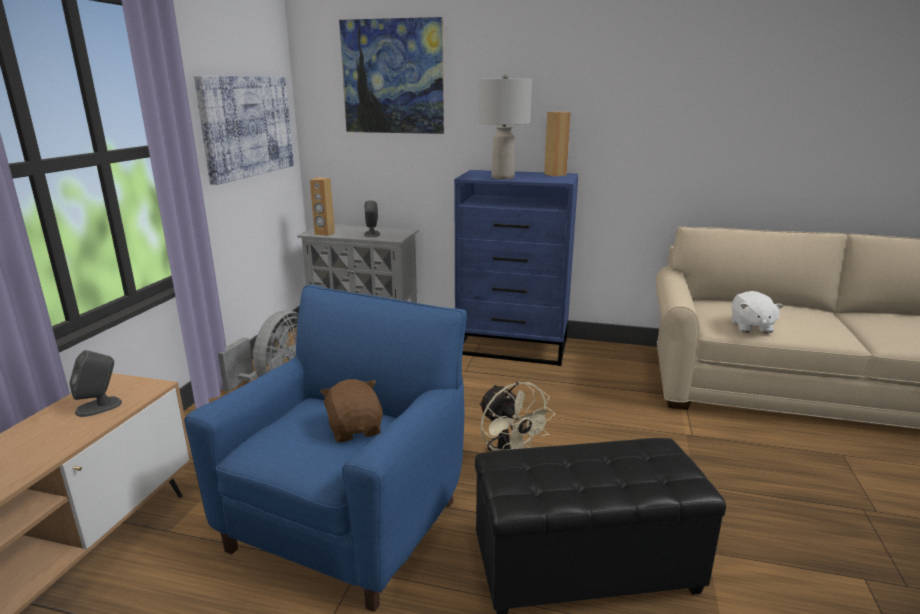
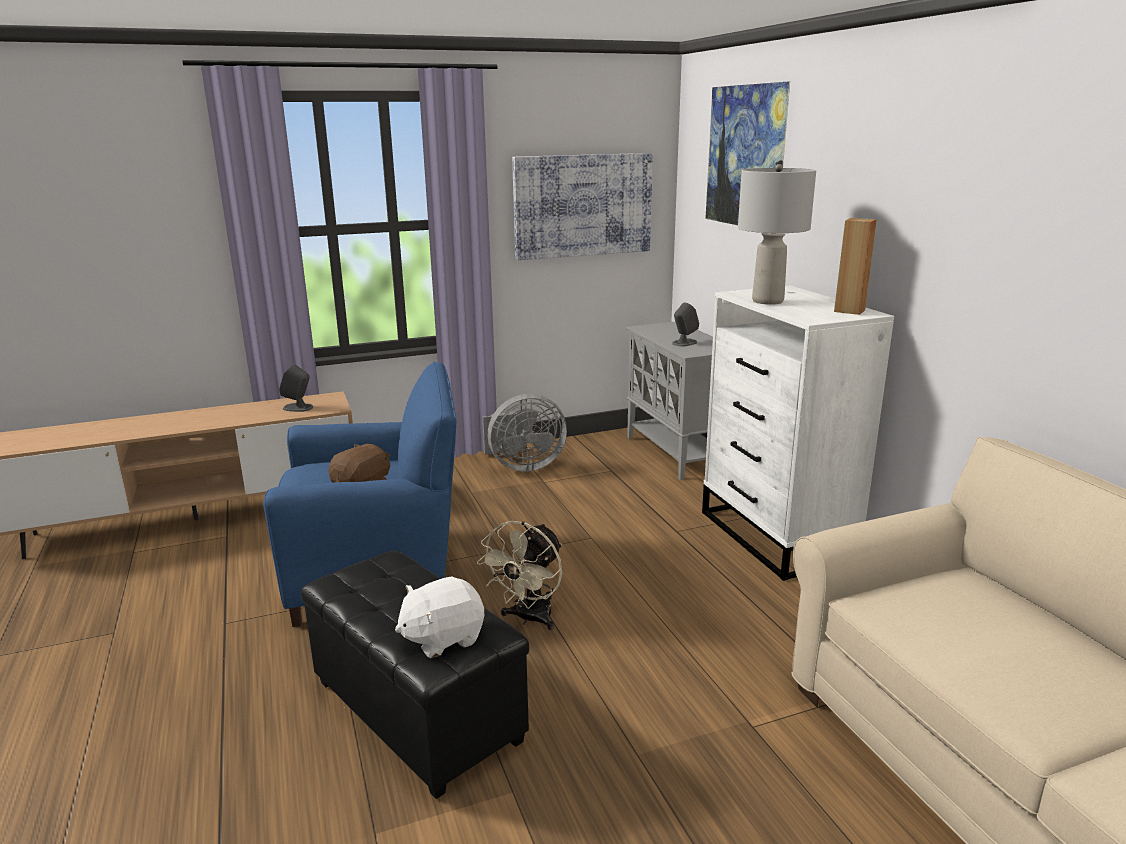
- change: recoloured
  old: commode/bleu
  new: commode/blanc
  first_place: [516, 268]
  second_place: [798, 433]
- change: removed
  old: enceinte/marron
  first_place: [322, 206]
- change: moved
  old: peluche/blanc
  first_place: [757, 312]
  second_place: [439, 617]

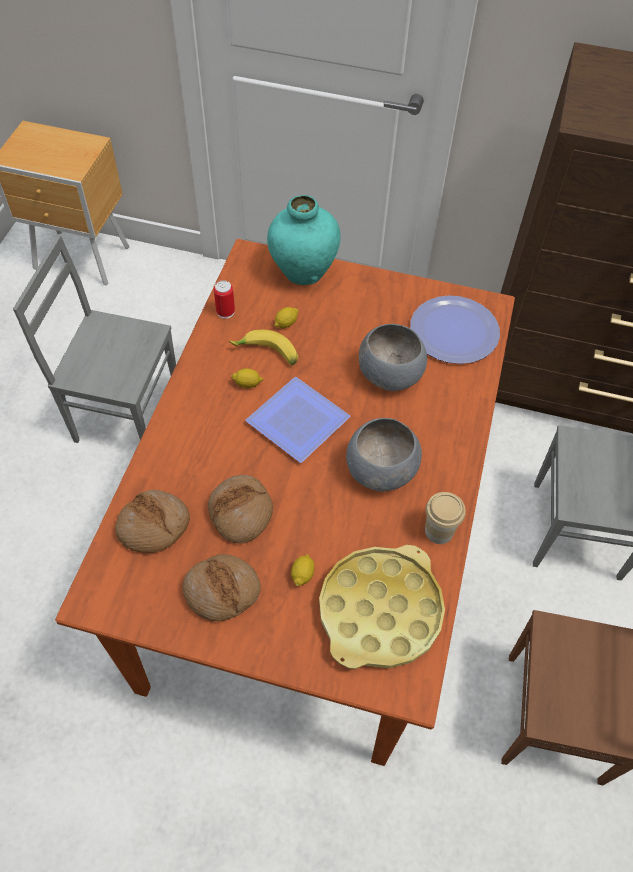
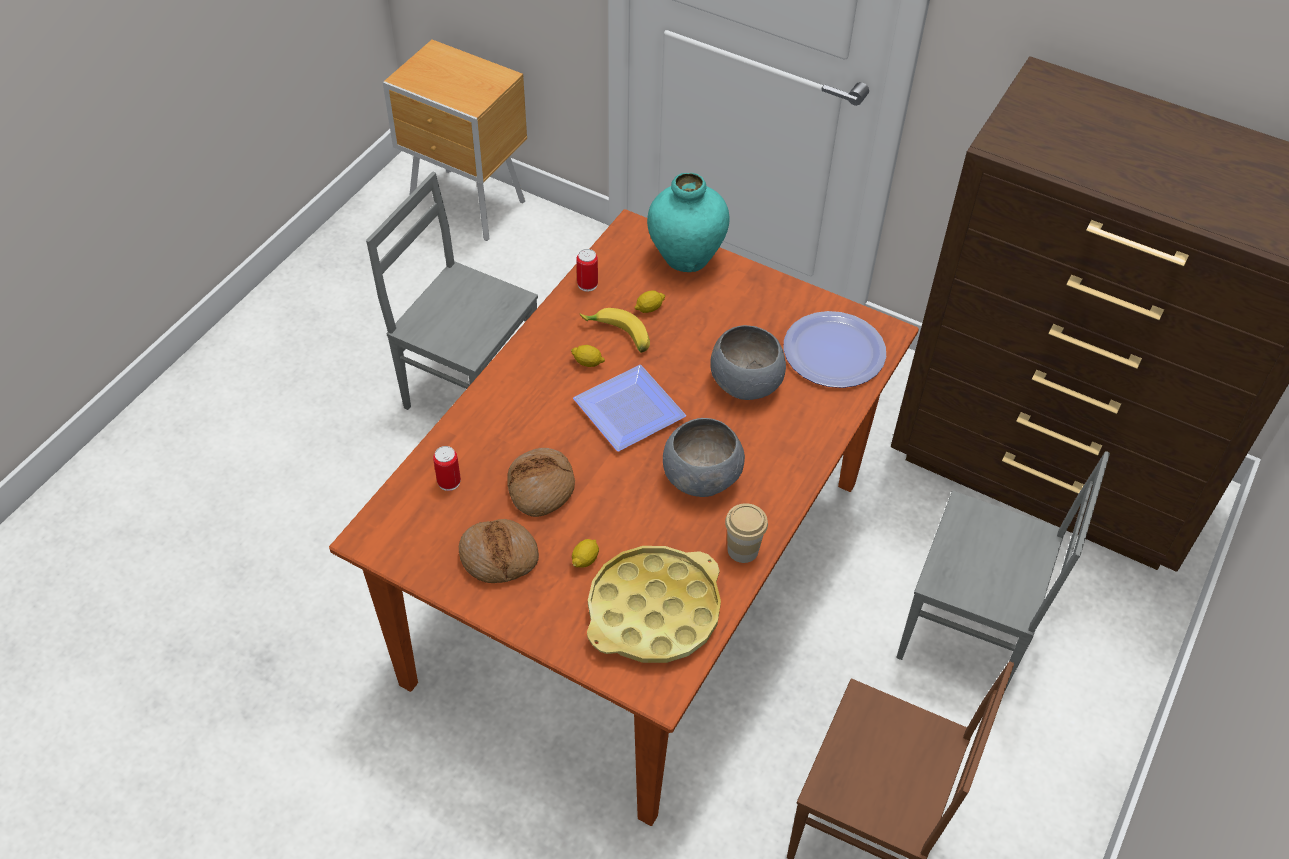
- change: replaced
  old: pain
  new: boîte métallique
  first_place: [152, 521]
  second_place: [447, 468]

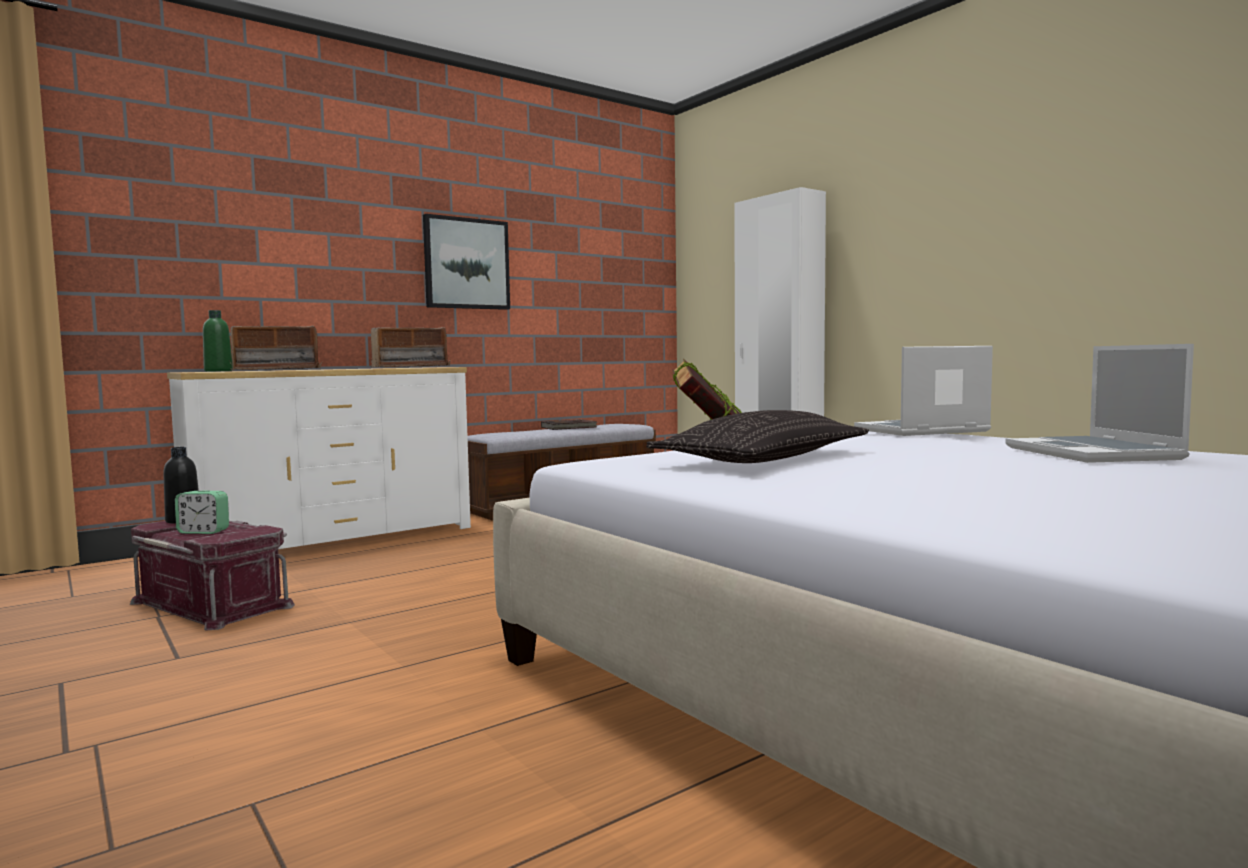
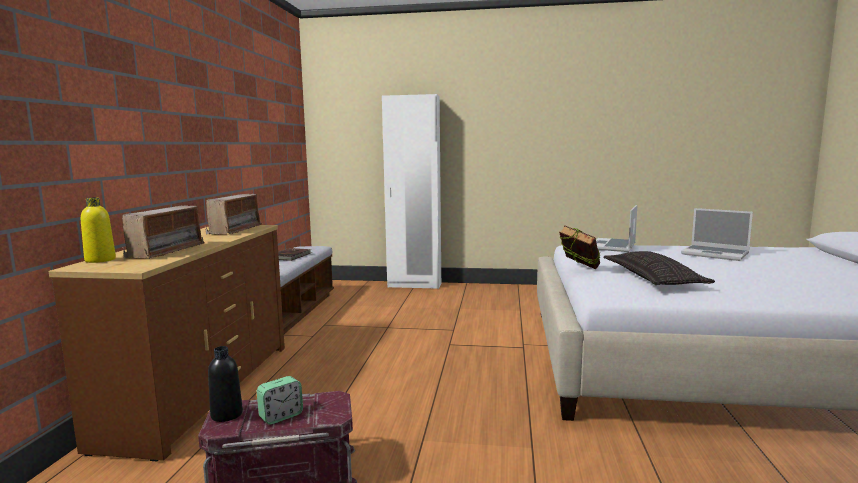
- change: removed
  old: tableau
  first_place: [466, 262]
- change: recoloured
  old: bouteille/vert
  new: bouteille/jaune
  first_place: [218, 341]
  second_place: [98, 230]
- change: recoloured
  old: commode/blanc
  new: commode/marron
  first_place: [319, 458]
  second_place: [166, 343]

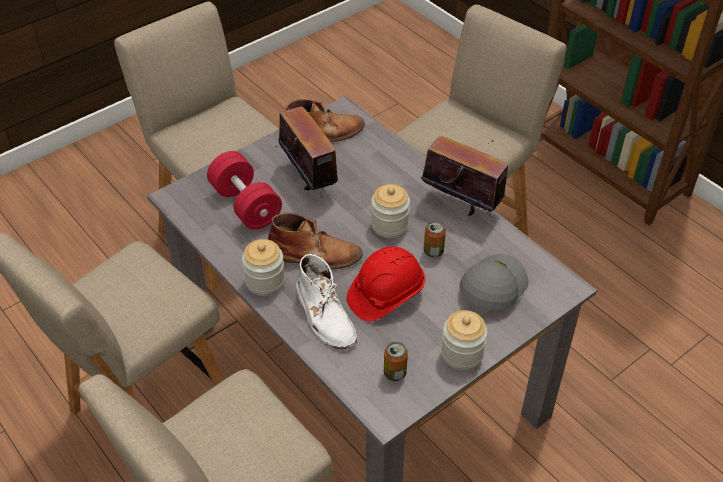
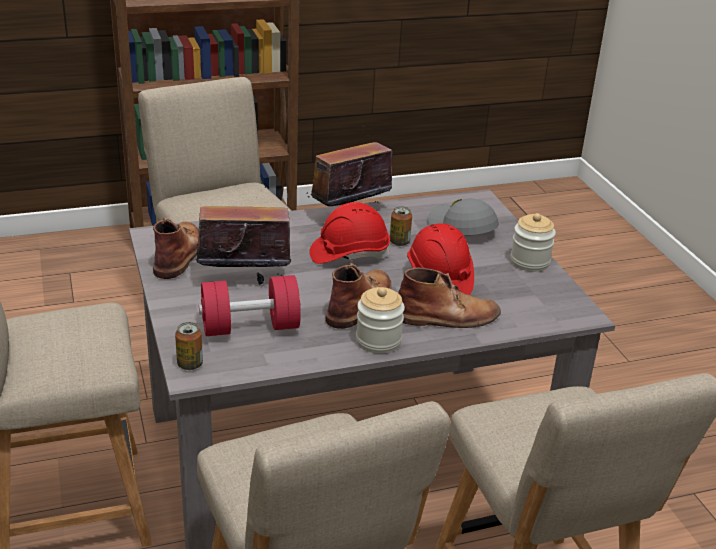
- change: replaced
  old: bocal
  new: casque de chantier/rouge
  first_place: [390, 211]
  second_place: [349, 233]
- change: recoloured
  old: botte/blanc
  new: botte/marron
  first_place: [326, 301]
  second_place: [449, 297]
- change: moved
  old: boîte métallique
  first_place: [396, 361]
  second_place: [189, 346]

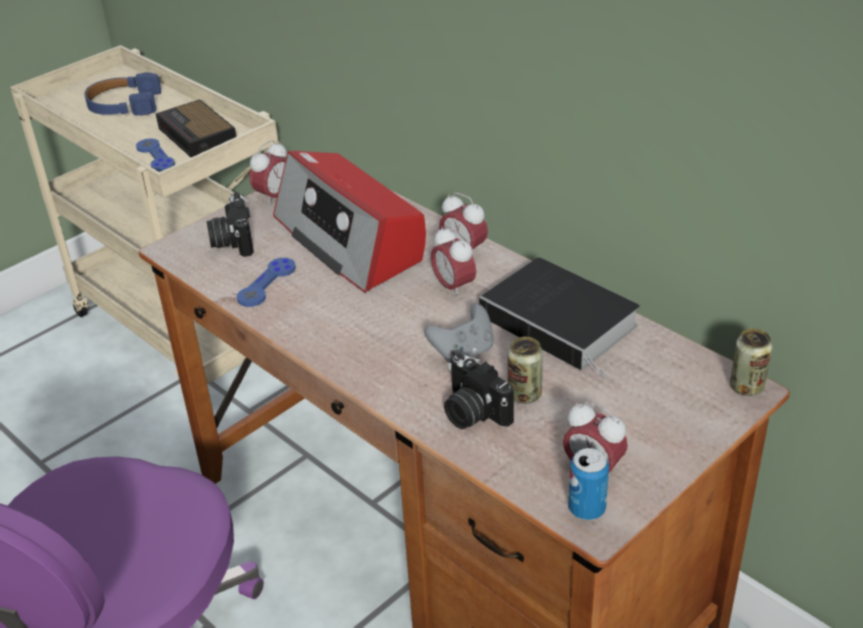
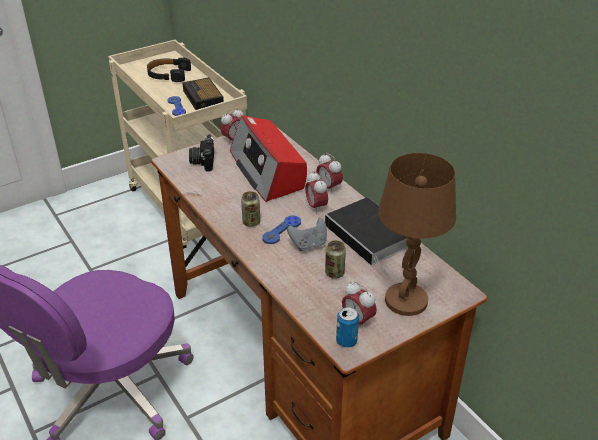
- change: recoloured
  old: casque audio/bleu
  new: casque audio/noir
  first_place: [122, 93]
  second_place: [169, 70]
- change: moved
  old: manette/bleu
  first_place: [266, 282]
  second_place: [281, 229]
- change: moved
  old: boîte métallique
  first_place: [751, 362]
  second_place: [250, 209]
- change: removed
  old: appareil photo
  first_place: [479, 391]
- change: added
  new: lampe de table/marron
  second_place: [417, 234]

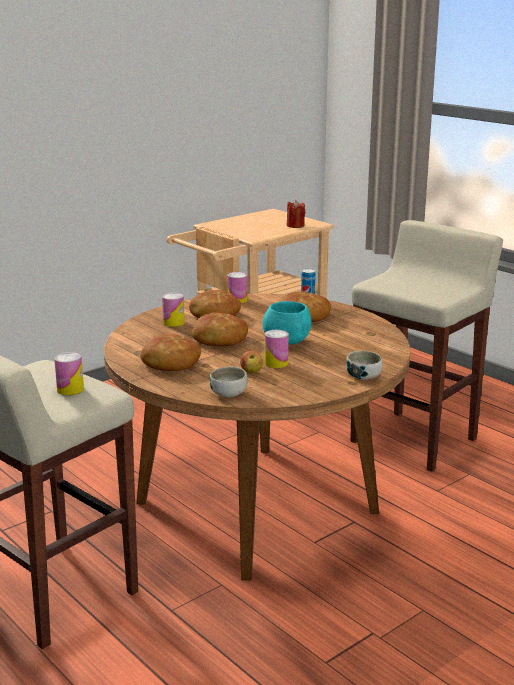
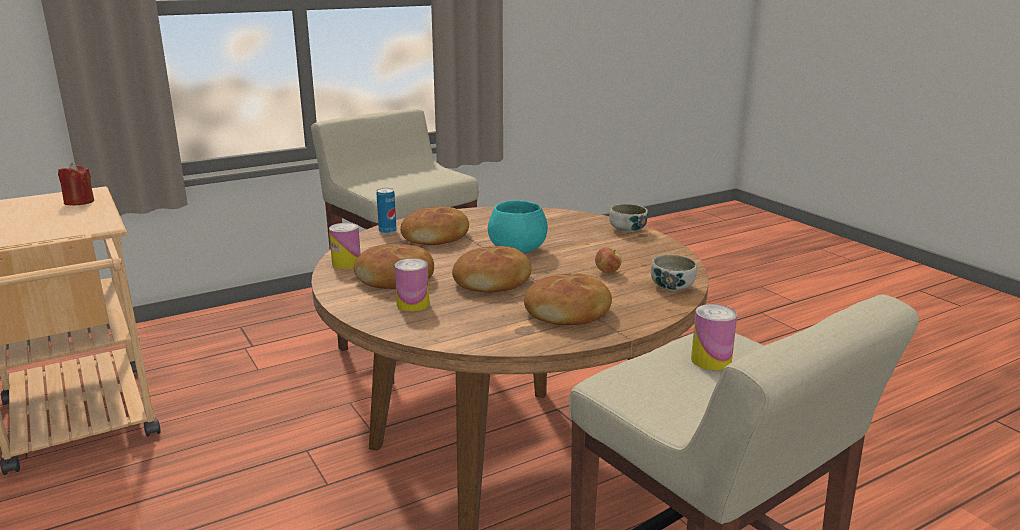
- change: removed
  old: boîte métallique
  first_place: [276, 349]

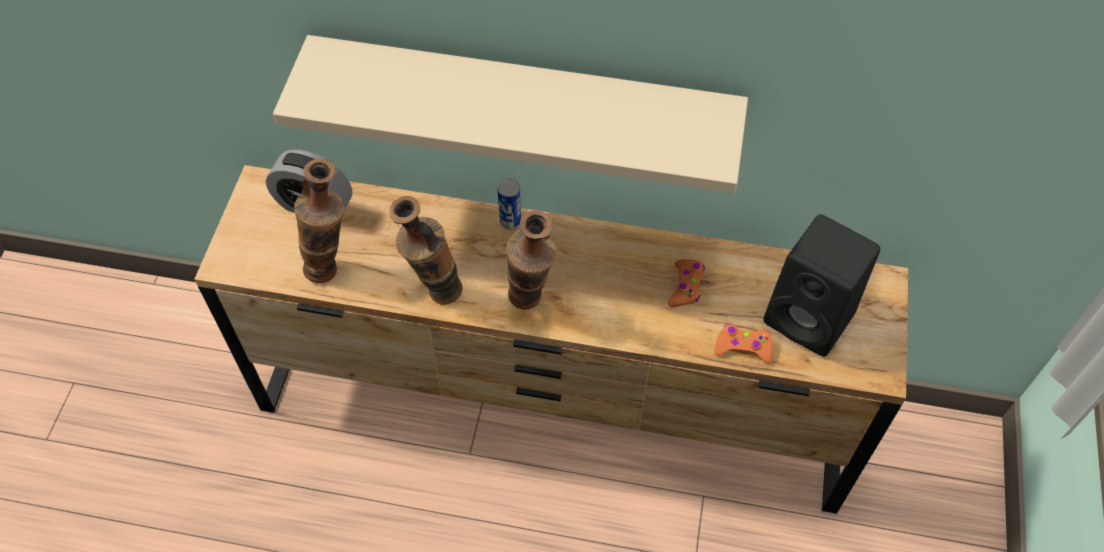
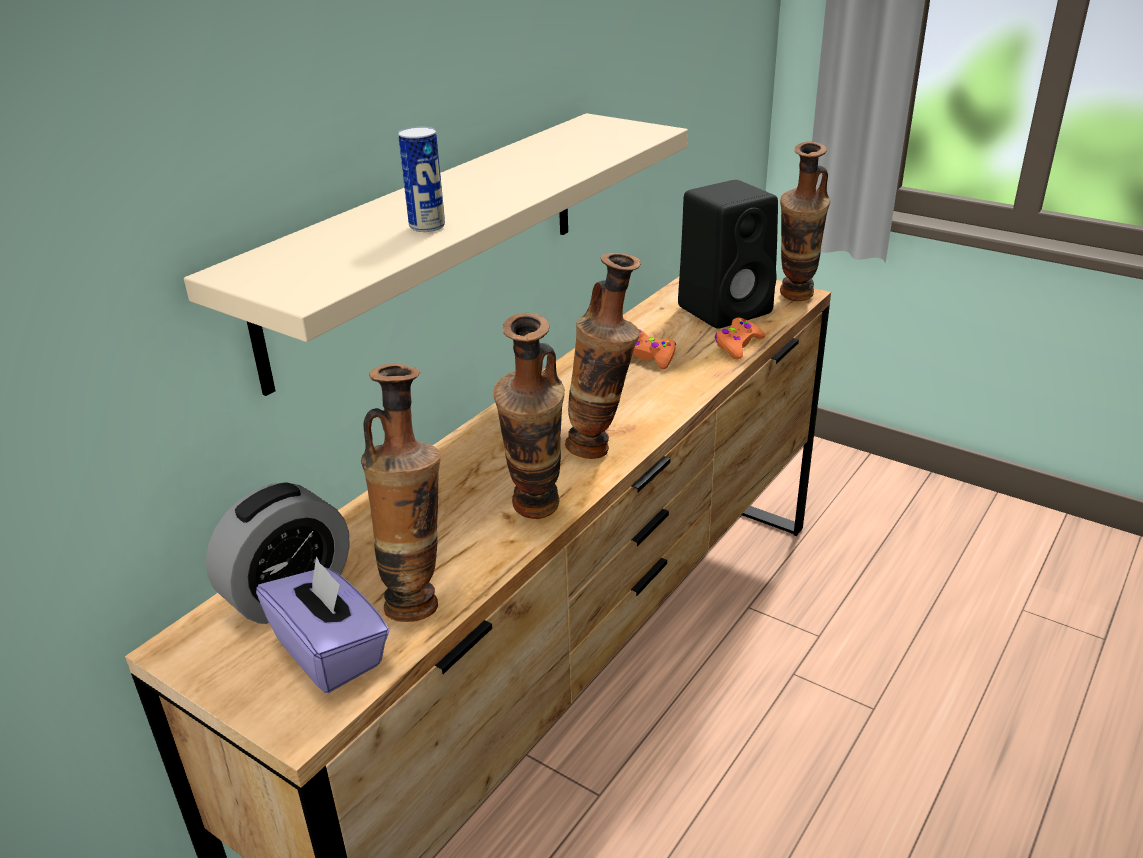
- change: moved
  old: boîte métallique
  first_place: [509, 204]
  second_place: [421, 179]
- change: added
  new: vase
  second_place: [805, 221]
- change: added
  new: boîte à mouchoirs/violet
  second_place: [322, 624]

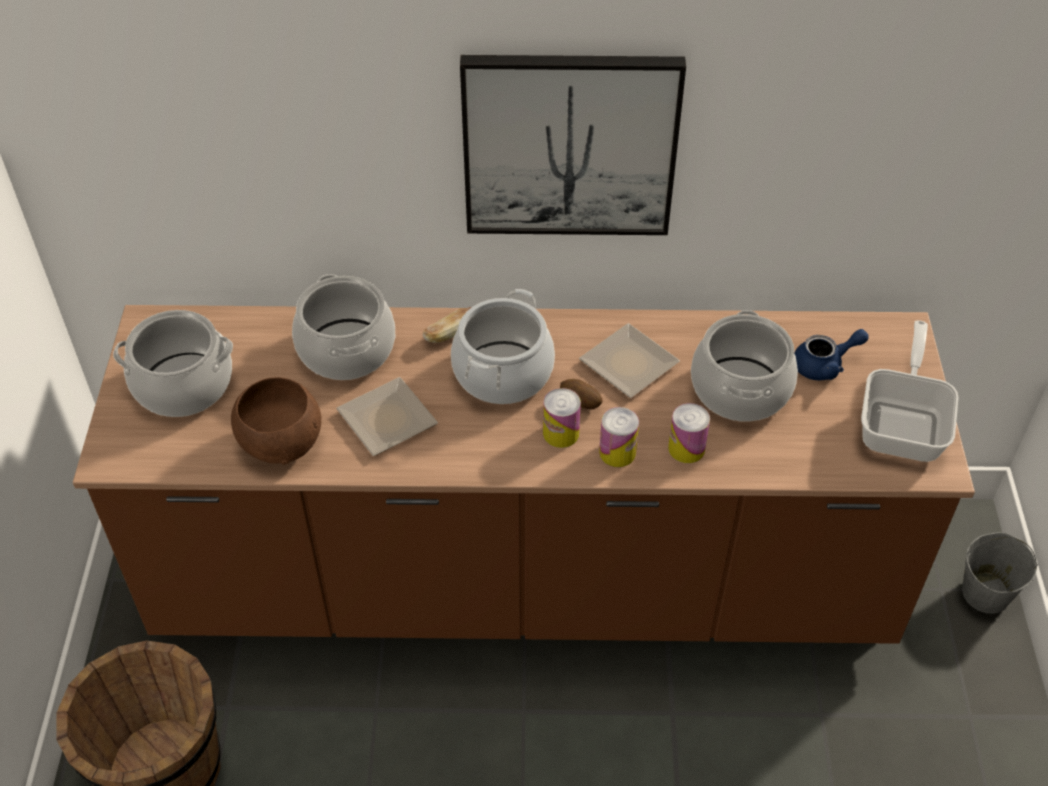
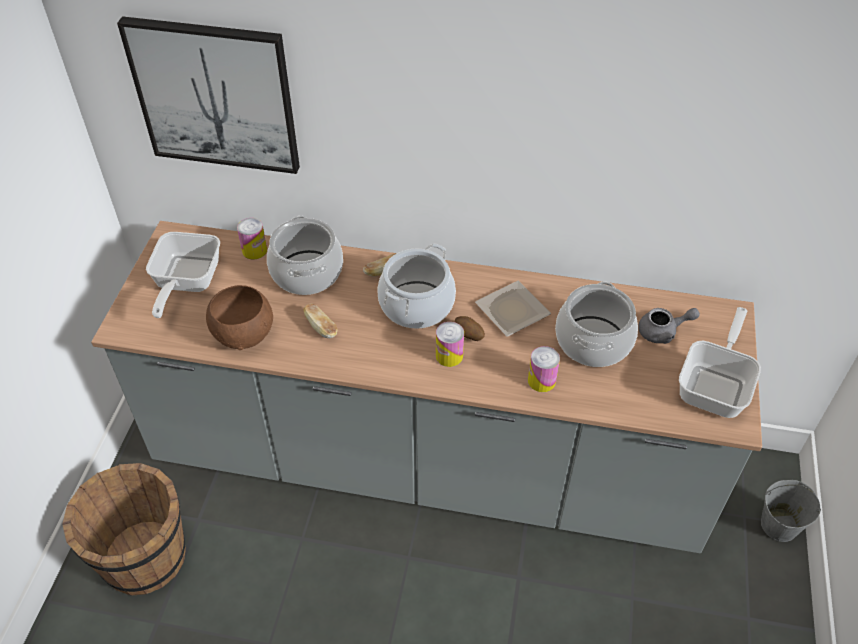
- change: moved
  old: tableau
  first_place: [573, 145]
  second_place: [208, 95]
- change: recoloured
  old: comptoir de cuisine/marron
  new: comptoir de cuisine/gris
  first_place: [524, 474]
  second_place: [426, 387]
- change: replaced
  old: marmite
  new: poêle
  first_place: [173, 363]
  second_place: [183, 275]
- change: recoloured
  old: théière/bleu
  new: théière/gris
  first_place: [831, 355]
  second_place: [669, 326]
- change: replaced
  old: assiette
  new: pain
  first_place: [387, 416]
  second_place: [320, 320]
- change: moved
  old: boîte métallique
  first_place: [619, 437]
  second_place: [252, 238]

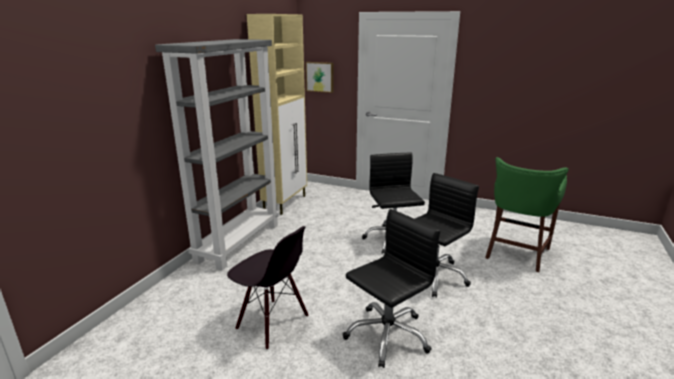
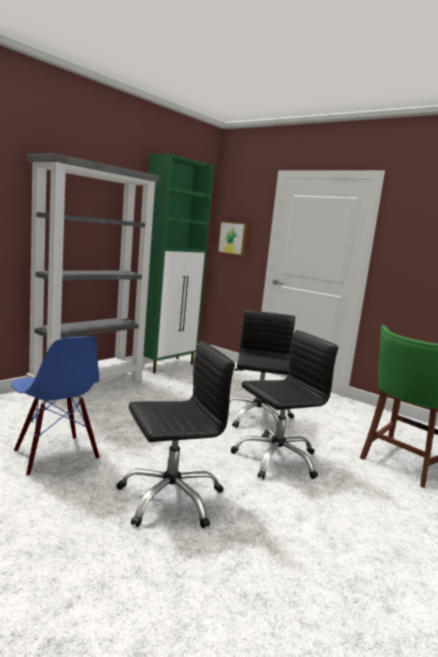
- change: recoloured
  old: meuble de rangement/beige
  new: meuble de rangement/vert
  first_place: [277, 114]
  second_place: [178, 263]
- change: recoloured
  old: chaise/noir
  new: chaise/bleu
  first_place: [267, 288]
  second_place: [55, 406]

